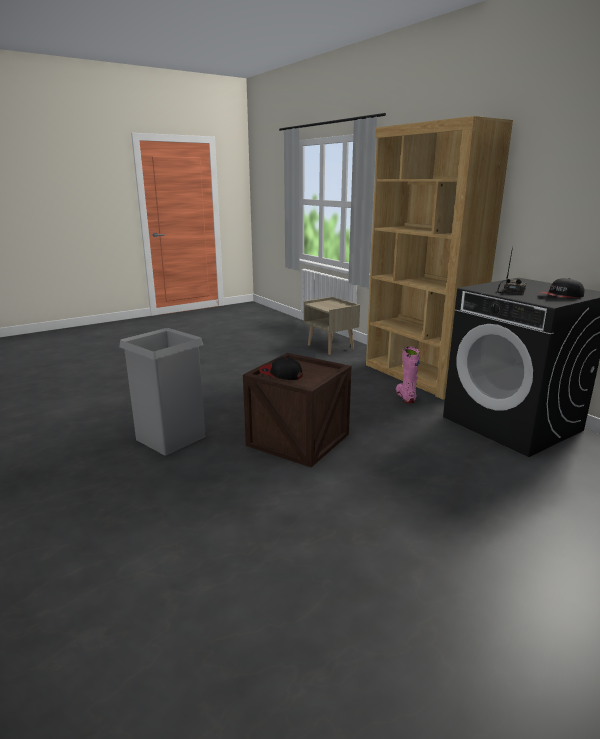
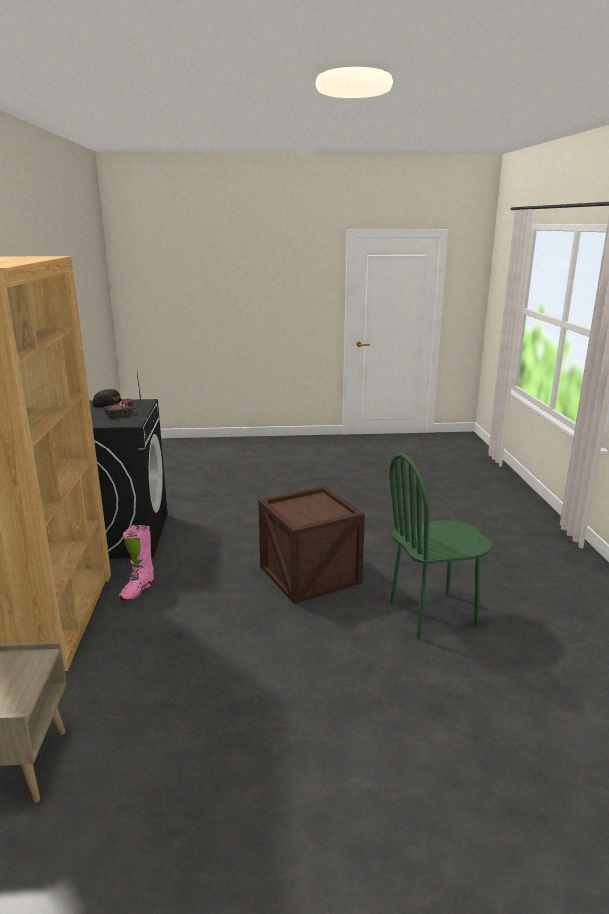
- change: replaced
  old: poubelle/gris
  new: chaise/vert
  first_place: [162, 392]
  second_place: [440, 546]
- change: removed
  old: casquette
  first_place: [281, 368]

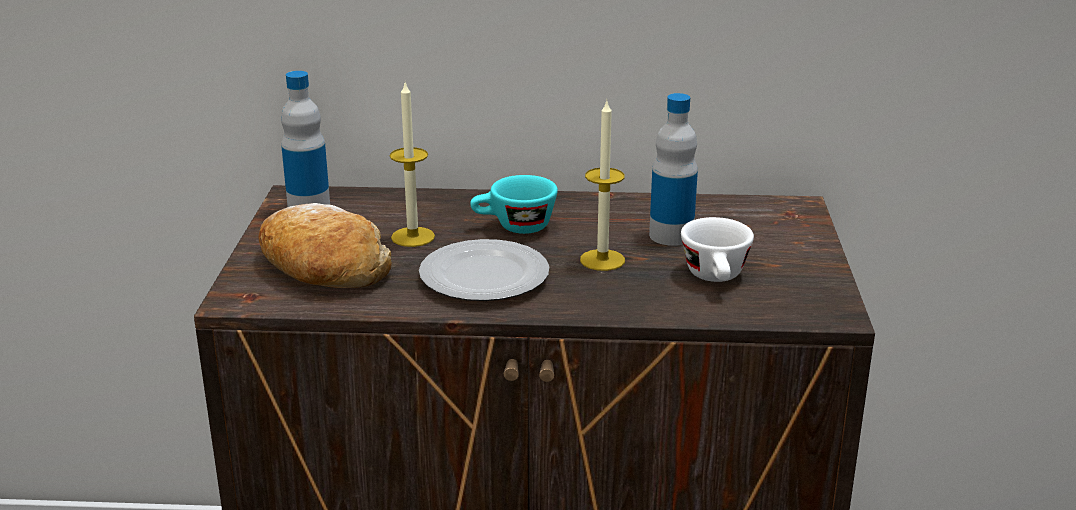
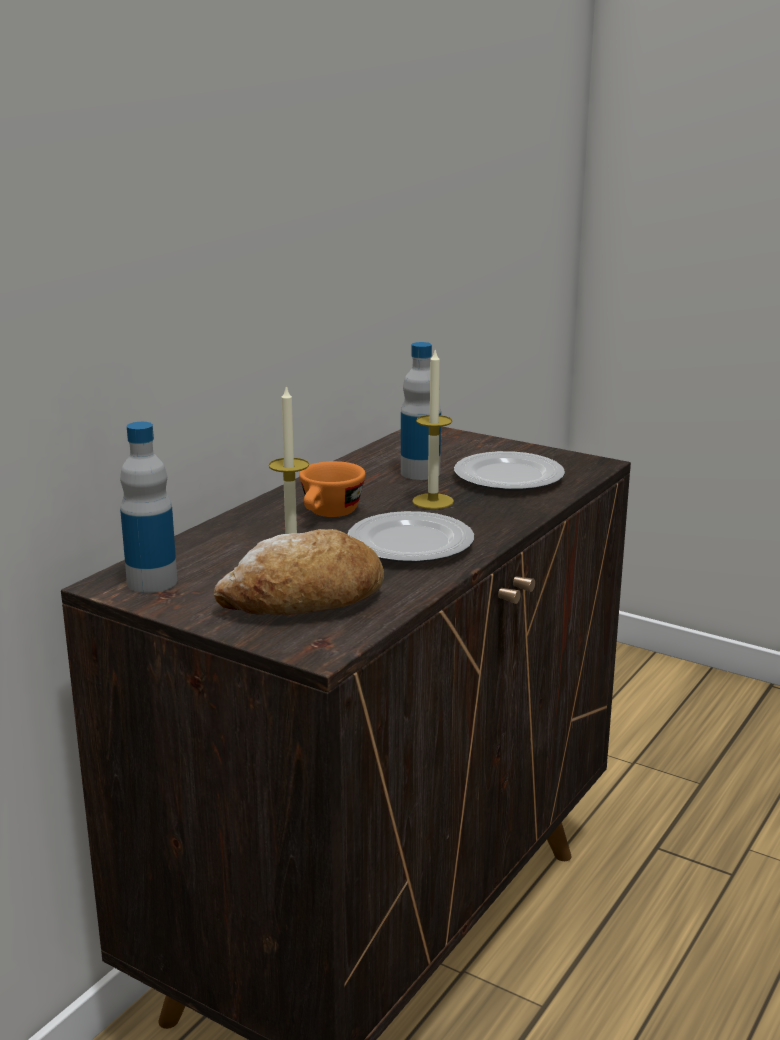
- change: recoloured
  old: tasse/turquoise
  new: tasse/orange
  first_place: [514, 204]
  second_place: [332, 489]
- change: replaced
  old: tasse/blanc
  new: assiette
  first_place: [717, 249]
  second_place: [509, 471]

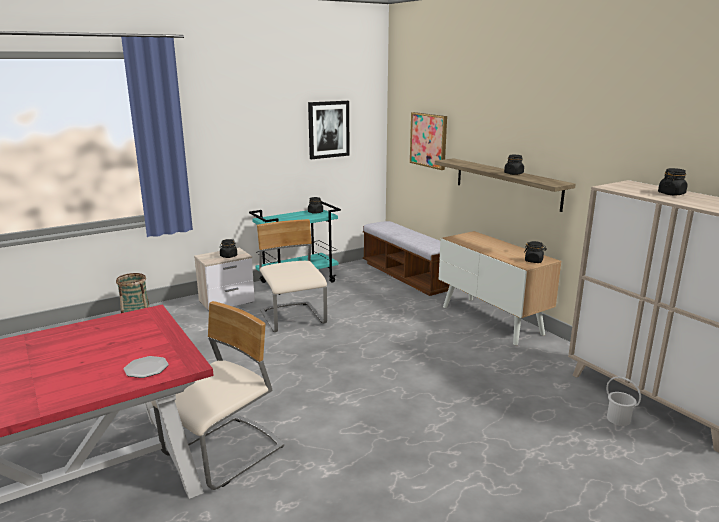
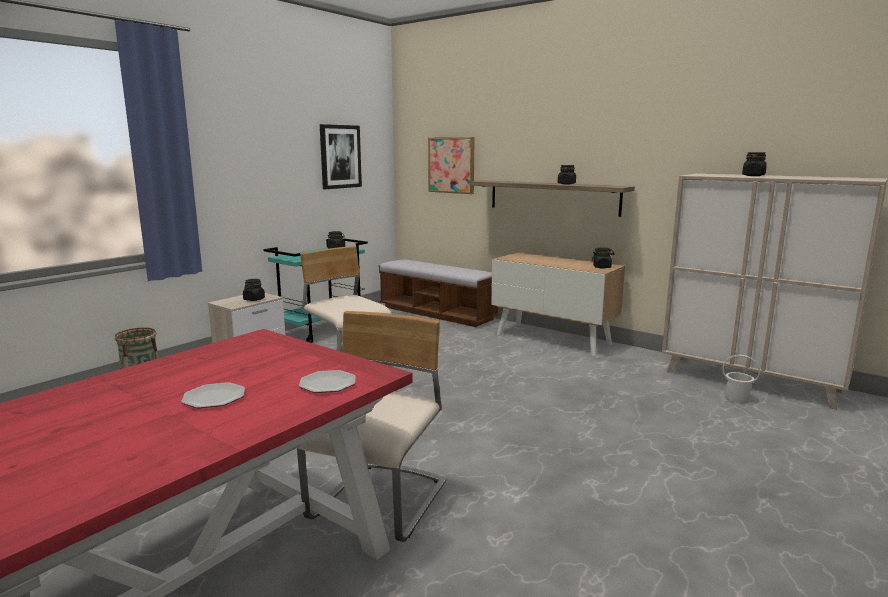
- change: added
  new: assiette
  second_place: [213, 395]

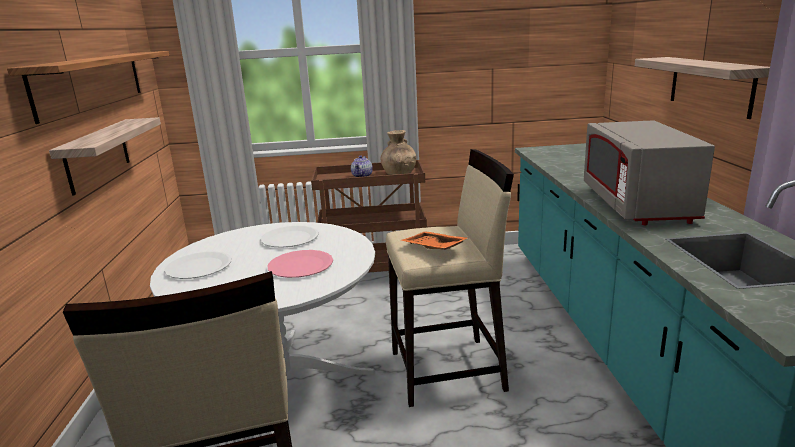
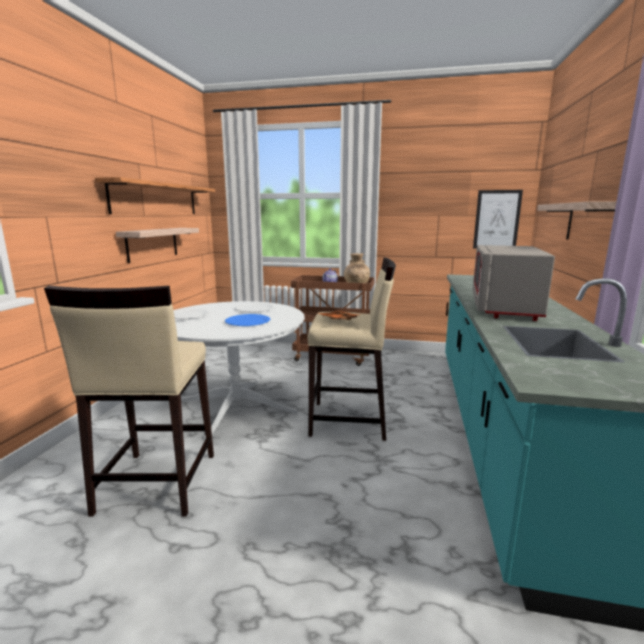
- change: recoloured
  old: assiette/rose
  new: assiette/bleu
  first_place: [300, 264]
  second_place: [247, 320]
- change: added
  new: tableau
  second_place: [498, 219]

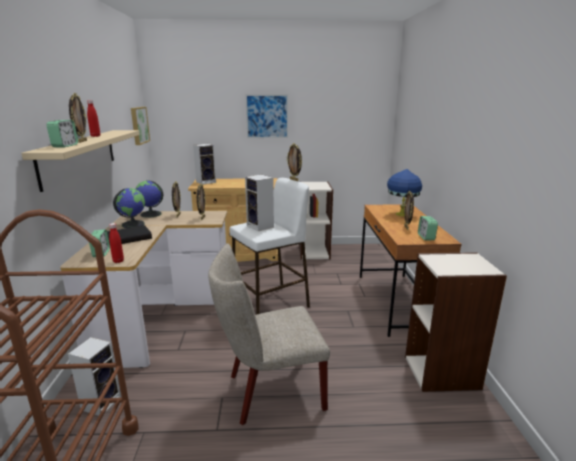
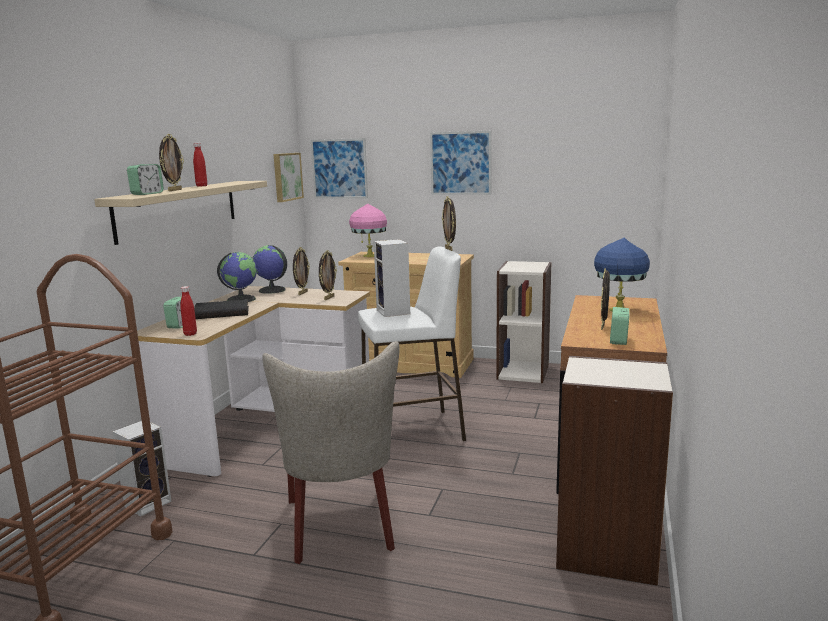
- change: replaced
  old: enceinte
  new: lampe de table/rose
  first_place: [204, 164]
  second_place: [368, 230]
- change: turned
  old: chaise/beige
  first_place: [269, 334]
  second_place: [330, 452]
  degrees: -105
- change: added
  new: tableau
  second_place: [339, 168]

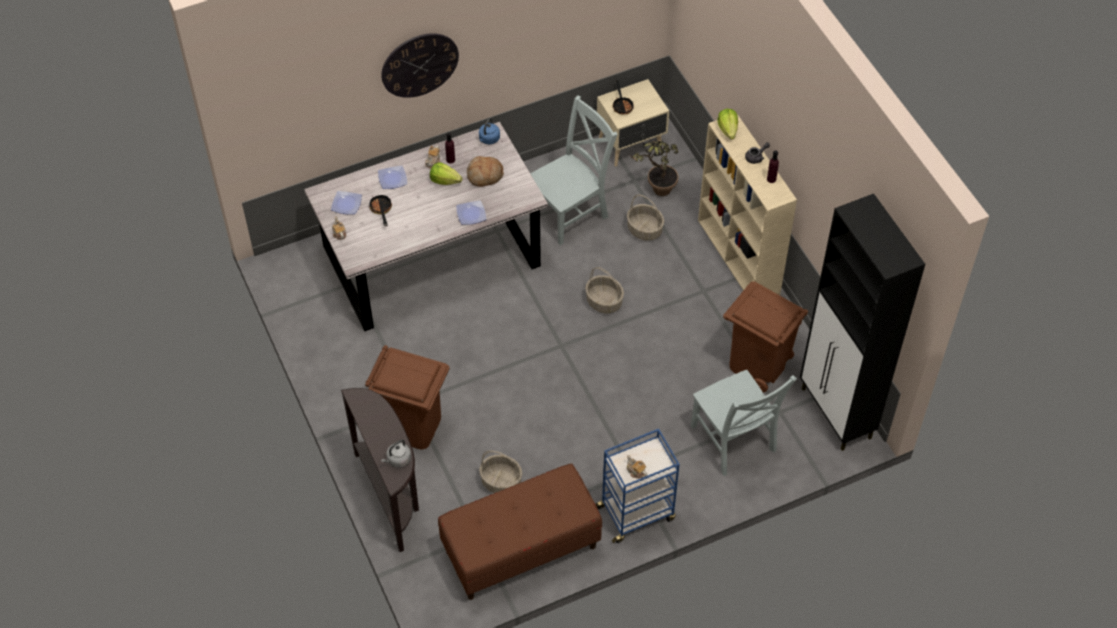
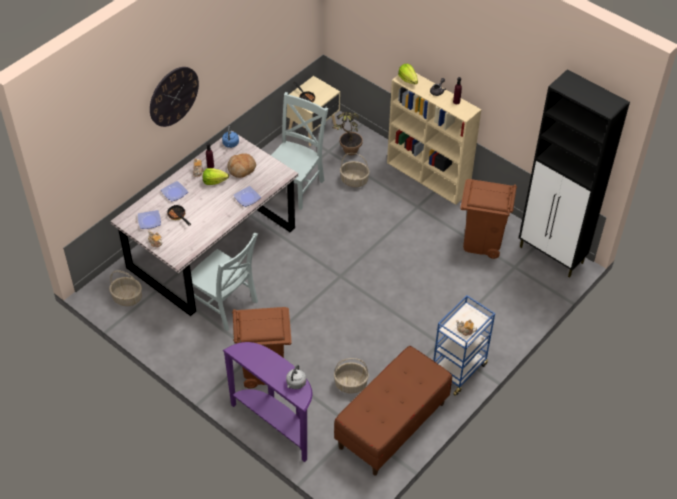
- change: moved
  old: panier
  first_place: [604, 290]
  second_place: [125, 288]
- change: moved
  old: chaise/gris
  first_place: [744, 423]
  second_place: [224, 281]
- change: recoloured
  old: table console/marron
  new: table console/violet
  first_place: [380, 470]
  second_place: [267, 402]

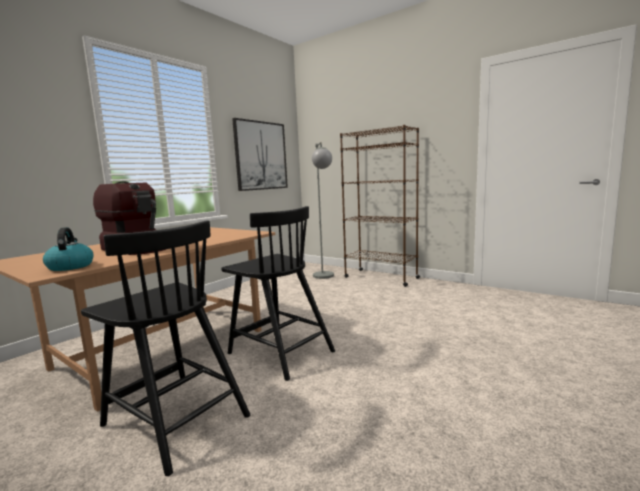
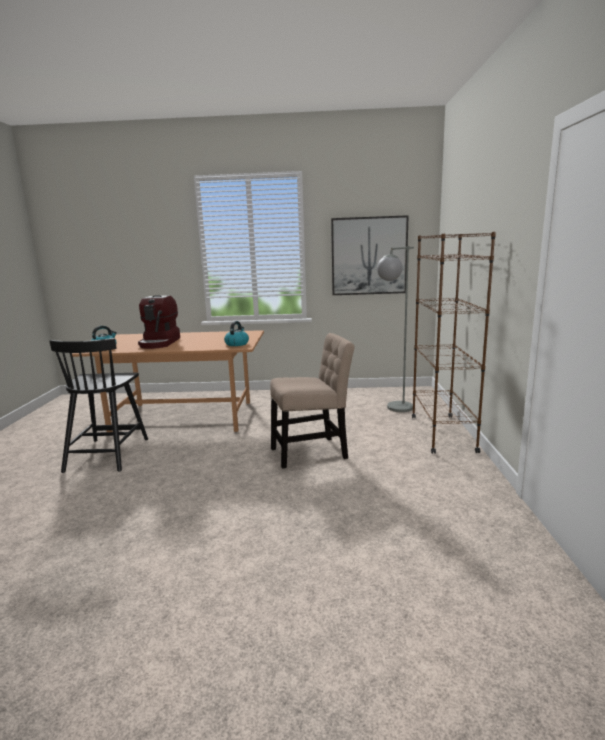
- change: removed
  old: chaise/noir
  first_place: [278, 293]
- change: added
  new: bouilloire
  second_place: [236, 333]
- change: added
  new: chaise/beige
  second_place: [312, 400]

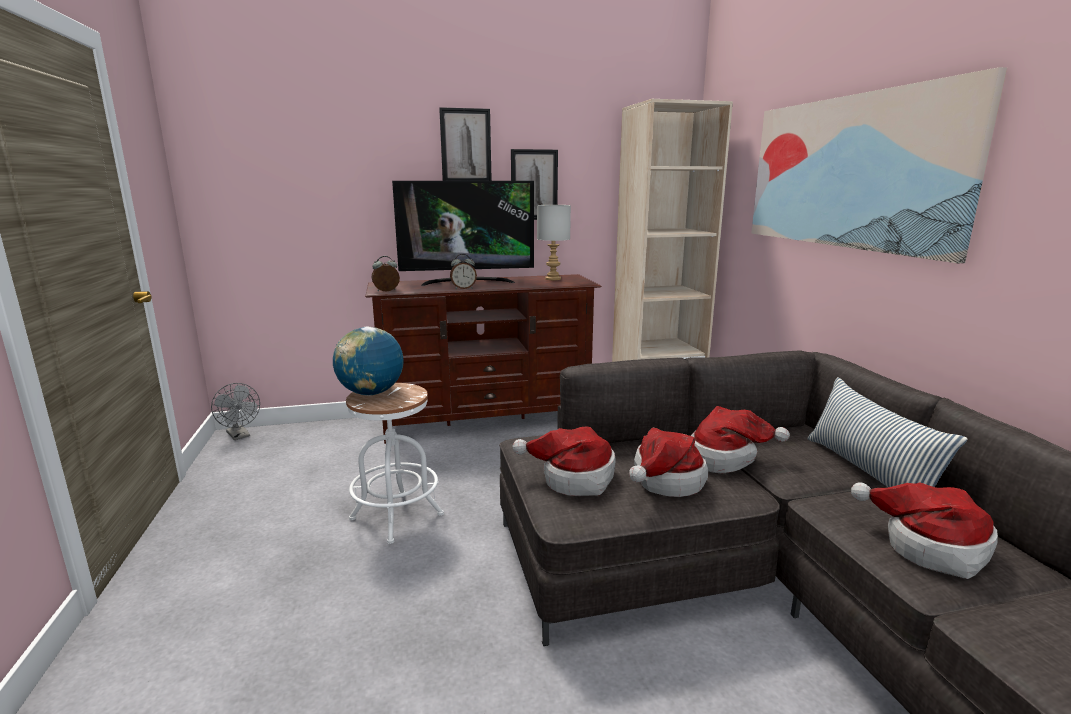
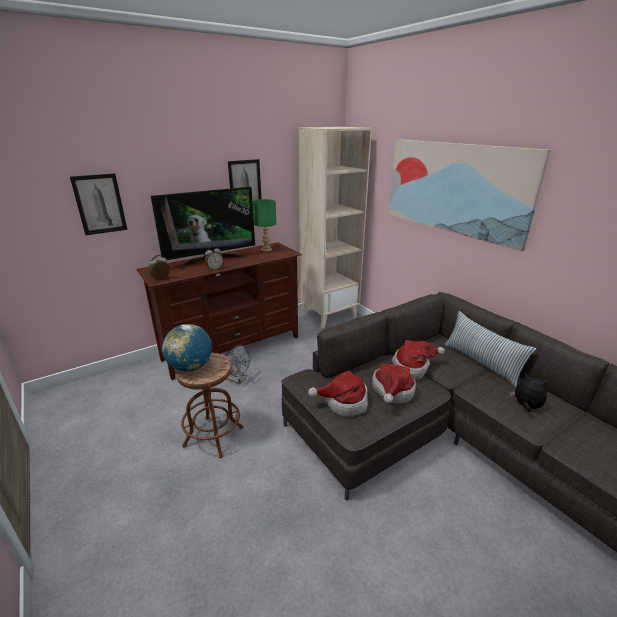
- change: moved
  old: tableau
  first_place: [465, 144]
  second_place: [98, 204]
- change: recoloured
  old: lampe de table/gris
  new: lampe de table/vert
  first_place: [554, 242]
  second_place: [264, 225]
- change: moved
  old: ventilateur/gris
  first_place: [235, 411]
  second_place: [238, 364]
- change: recoloured
  old: tabouret/blanc
  new: tabouret/marron
  first_place: [395, 463]
  second_place: [209, 405]
- change: replaced
  old: chapeau
  new: peluche
  first_place: [924, 530]
  second_place: [529, 392]

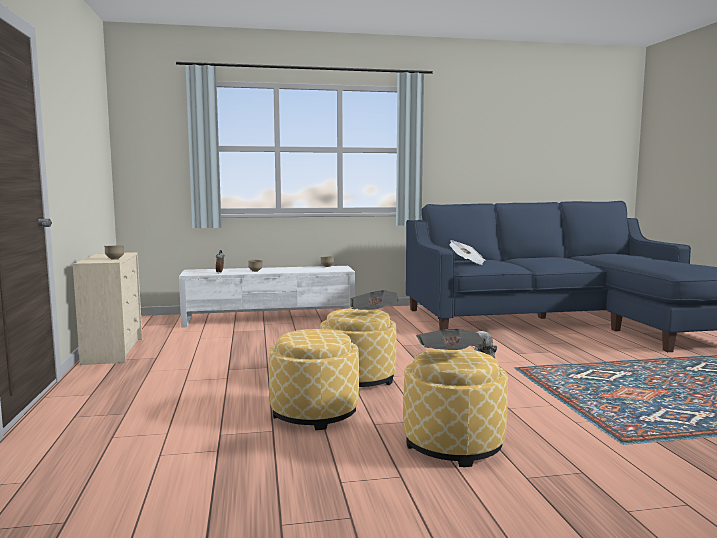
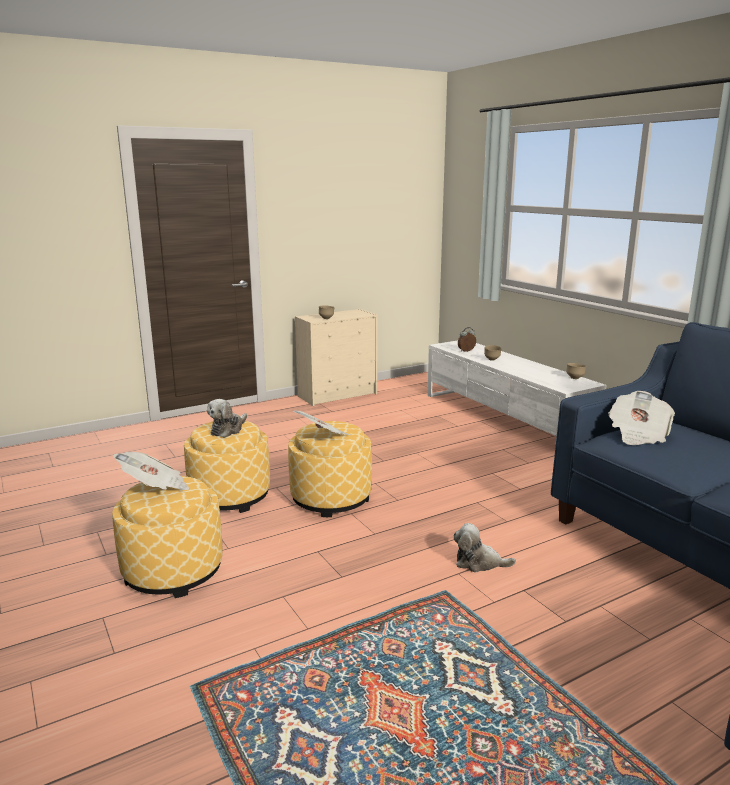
- change: added
  new: peluche
  second_place: [227, 418]

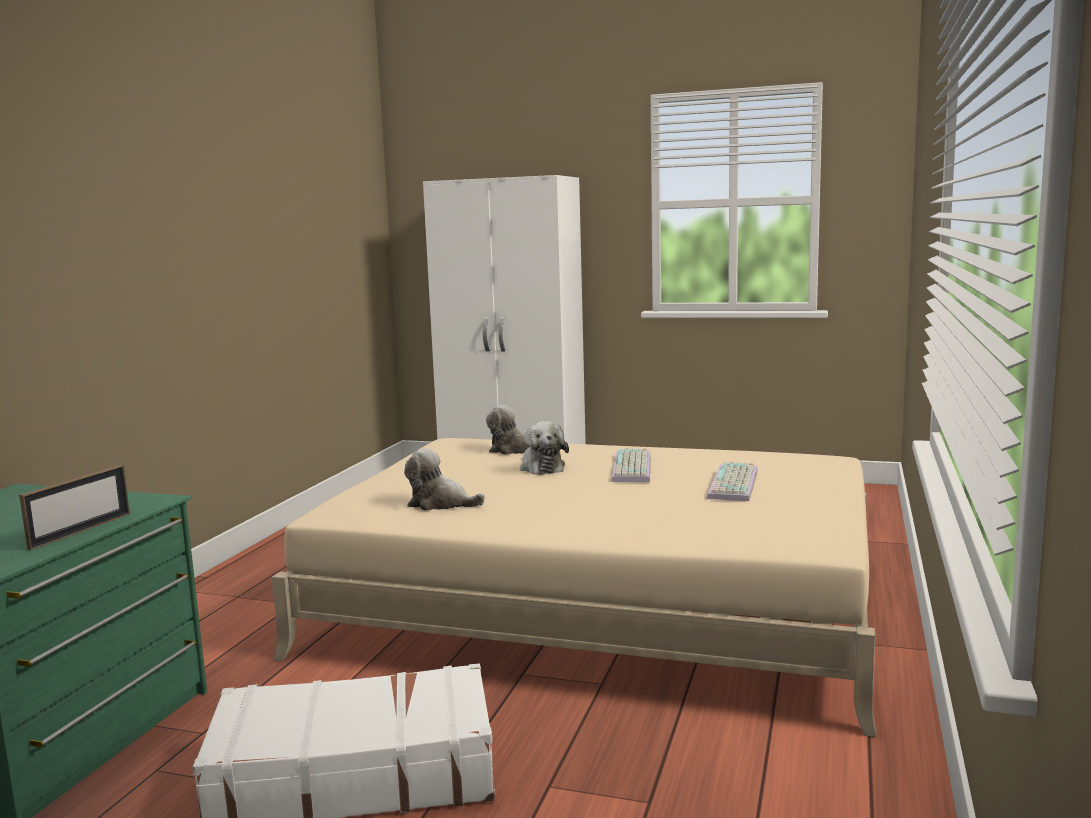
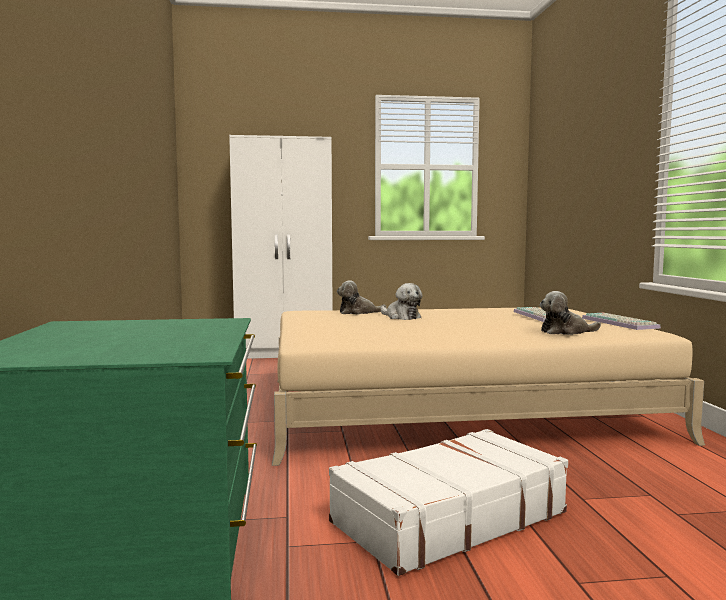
- change: moved
  old: peluche
  first_place: [444, 479]
  second_place: [570, 313]
- change: moved
  old: clavier
  first_place: [630, 465]
  second_place: [621, 321]
- change: removed
  old: cadre photo
  first_place: [74, 507]

